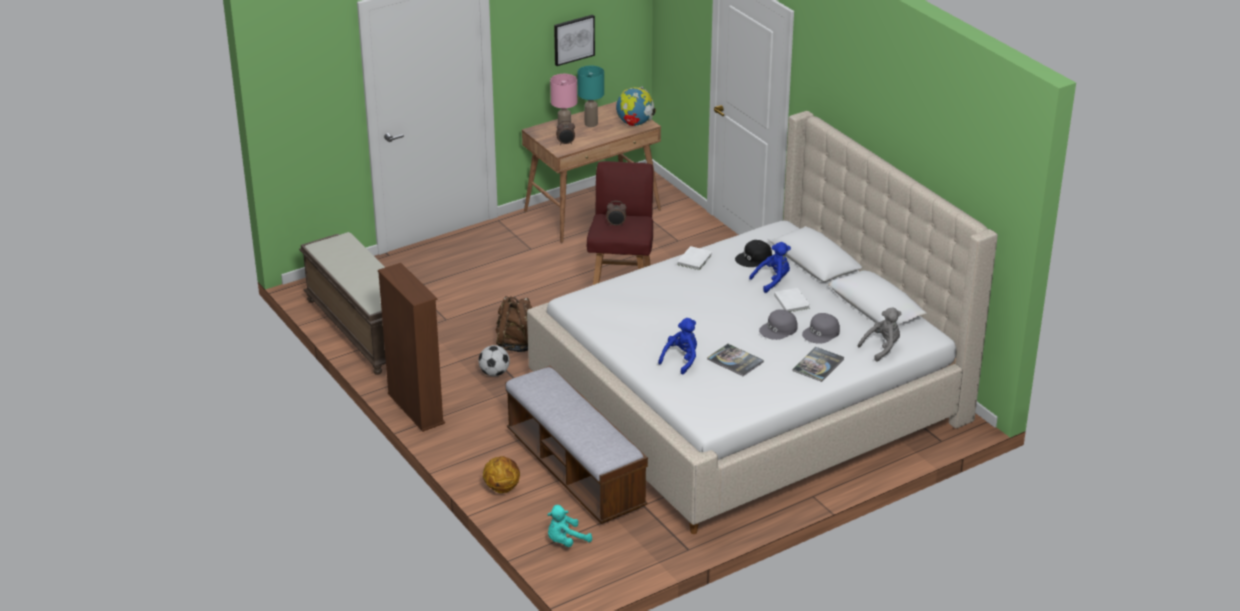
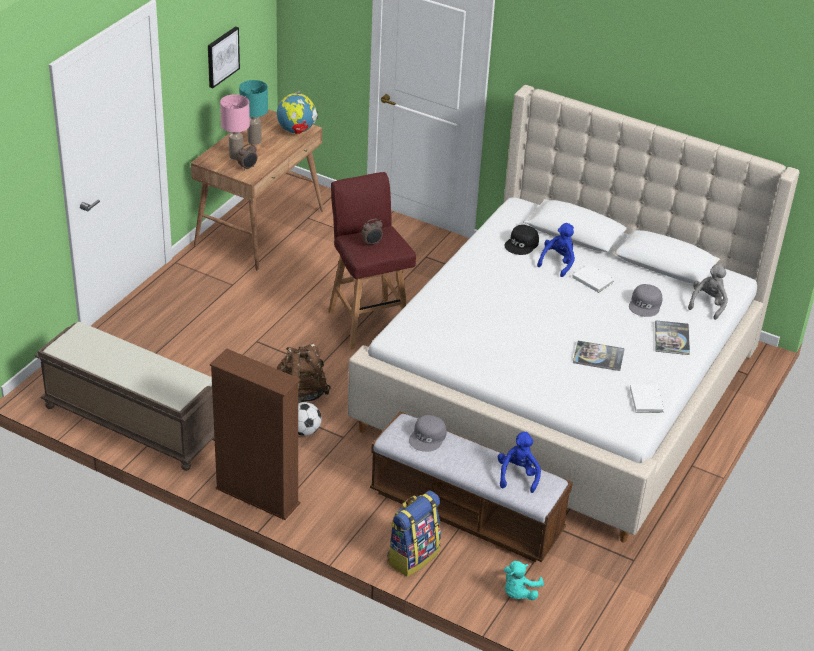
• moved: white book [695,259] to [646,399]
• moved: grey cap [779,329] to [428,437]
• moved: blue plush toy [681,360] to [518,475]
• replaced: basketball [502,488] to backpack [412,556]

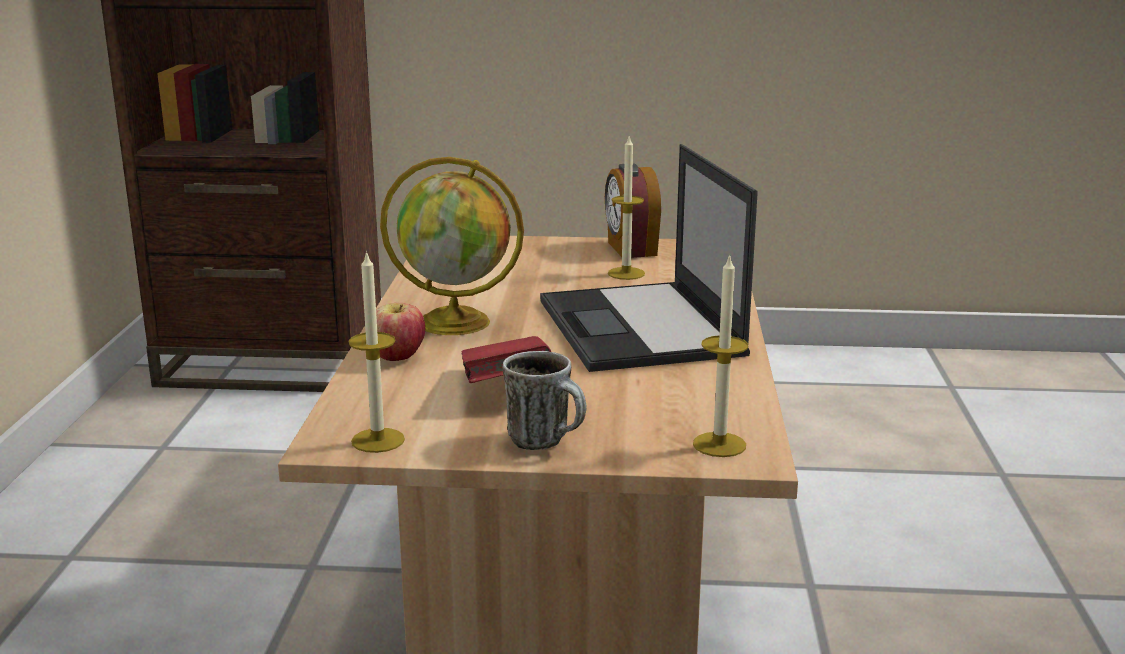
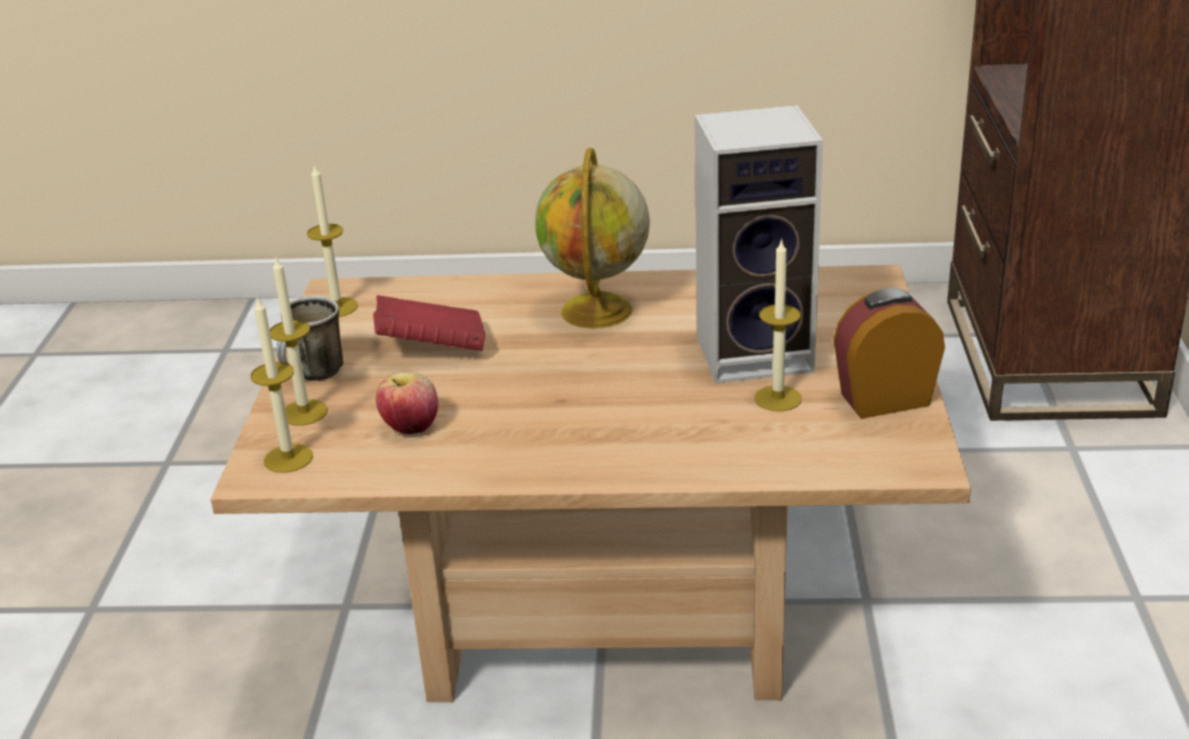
• removed: laptop [641,328]
• moved: apple [397,358] to [411,428]
• added: speaker [758,353]
• added: candle [304,412]

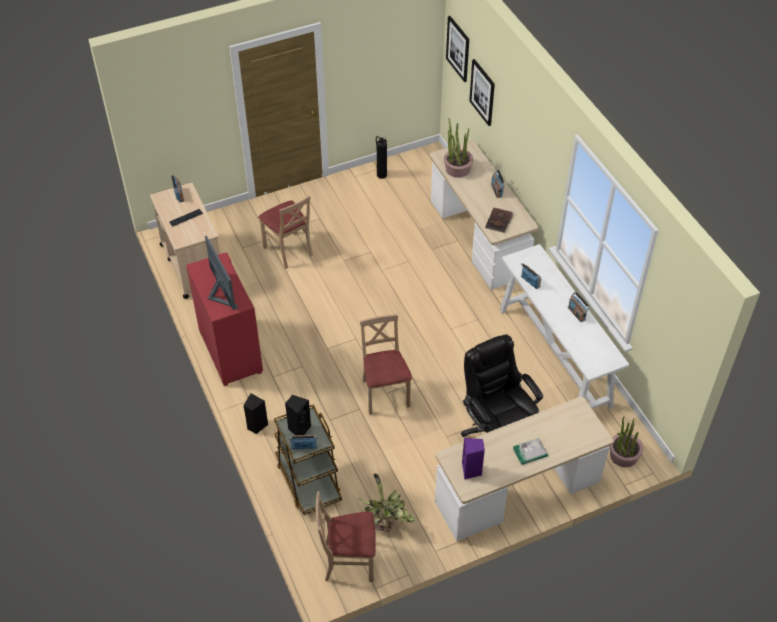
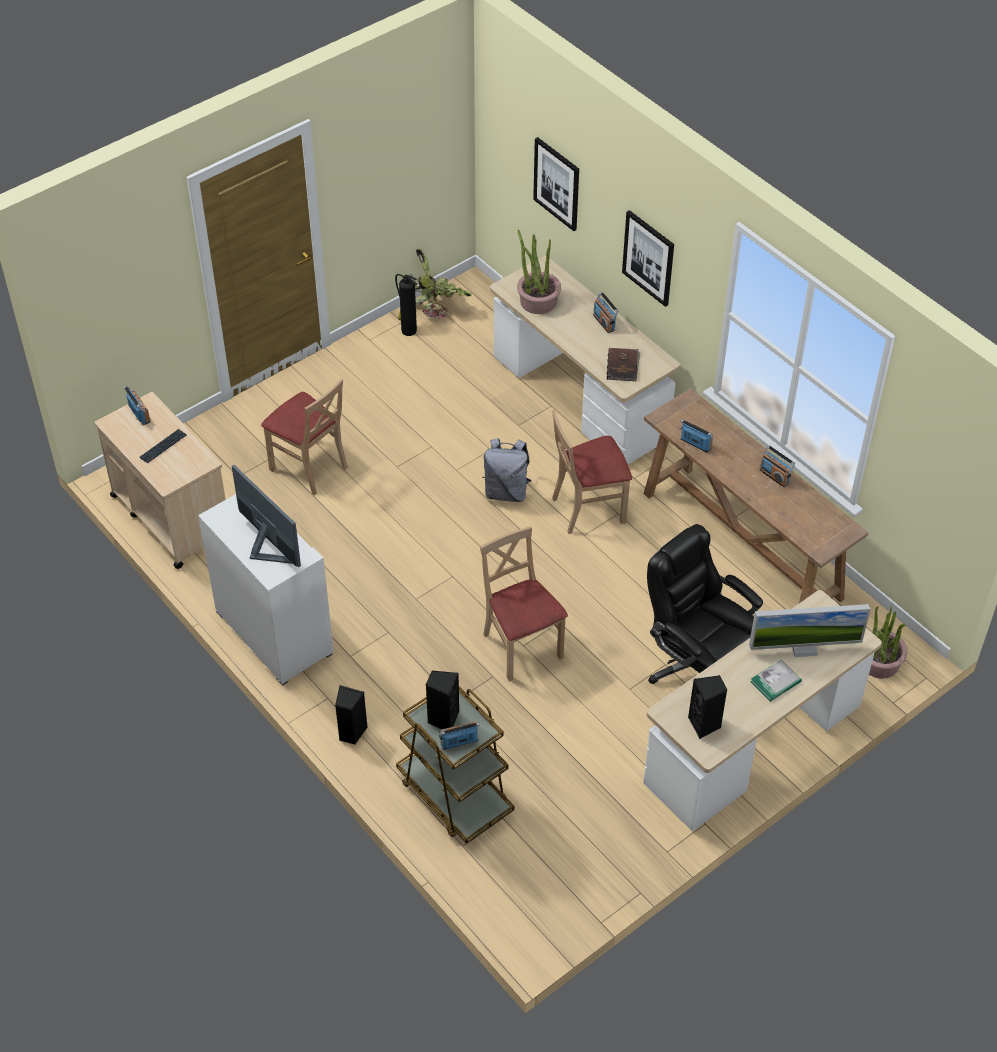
• moved: picture [458,48] to [649,257]
• recoloured: white console table [554,357] to brown console table [742,546]
• recoloured: red cabinet [229,351] to white cabinet [272,632]
• recoloured: purple speaker [471,471] to black speaker [705,725]
• moved: potted plant [387,519] to [438,309]
• moved: beige chair [348,561] to [588,509]
• added: grey backpack [506,492]
• added: monitor [804,648]

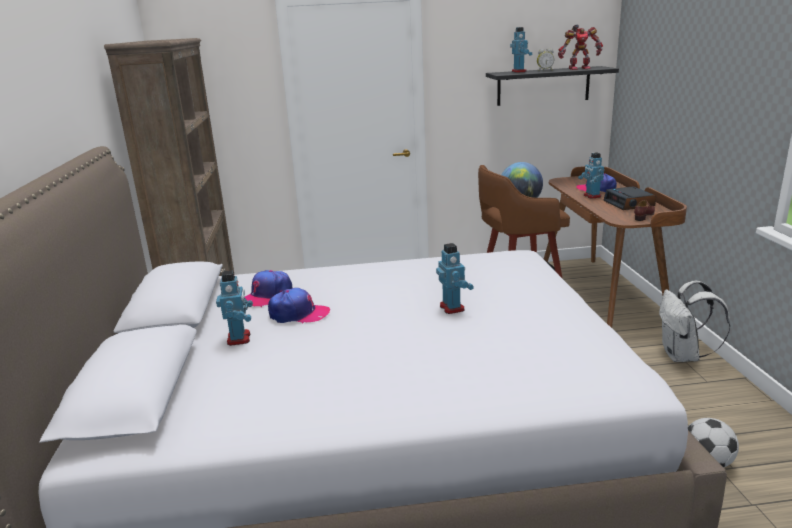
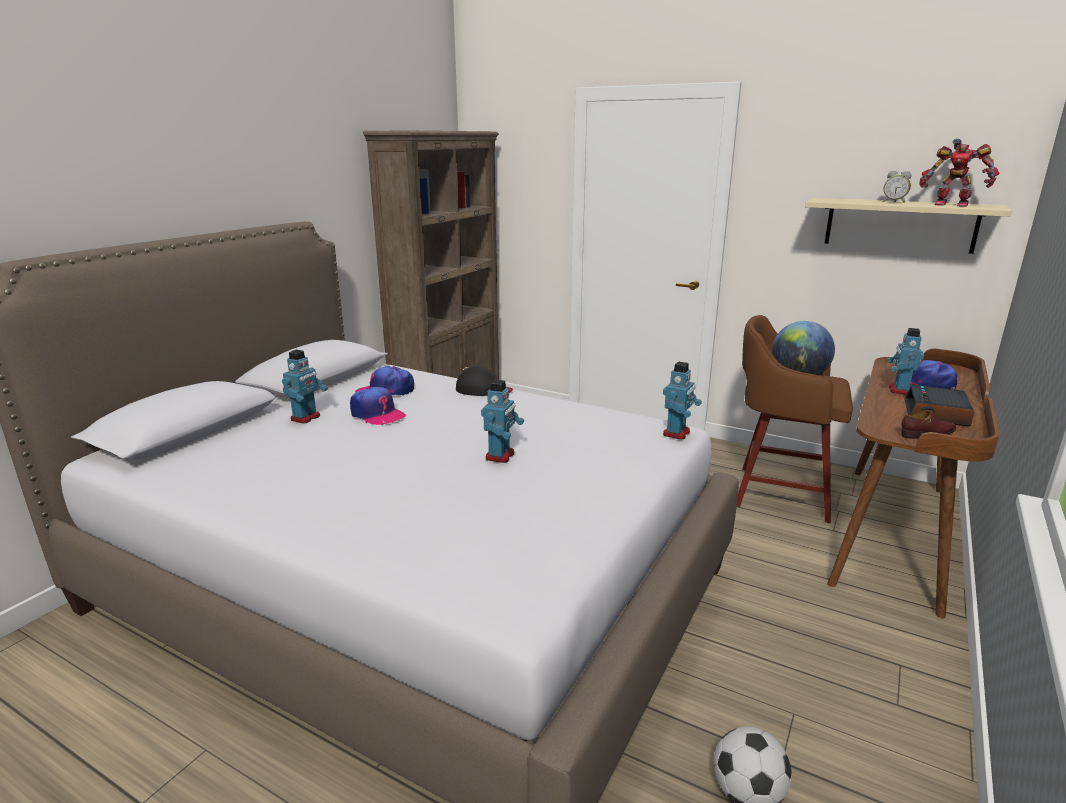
• moved: toy robot [519,71] to [677,433]
• recoloured: black shelf [543,86] to beige shelf [900,224]
• removed: white backpack [682,356]
• added: black cap [483,389]

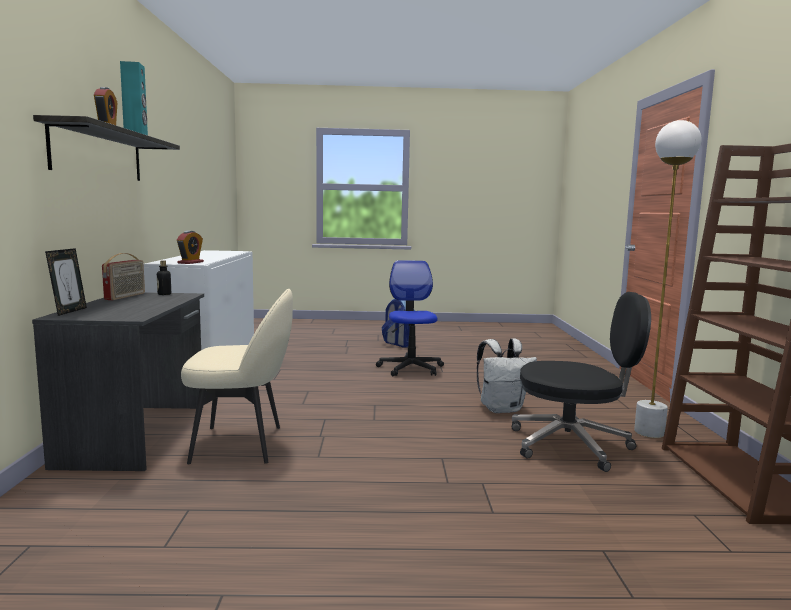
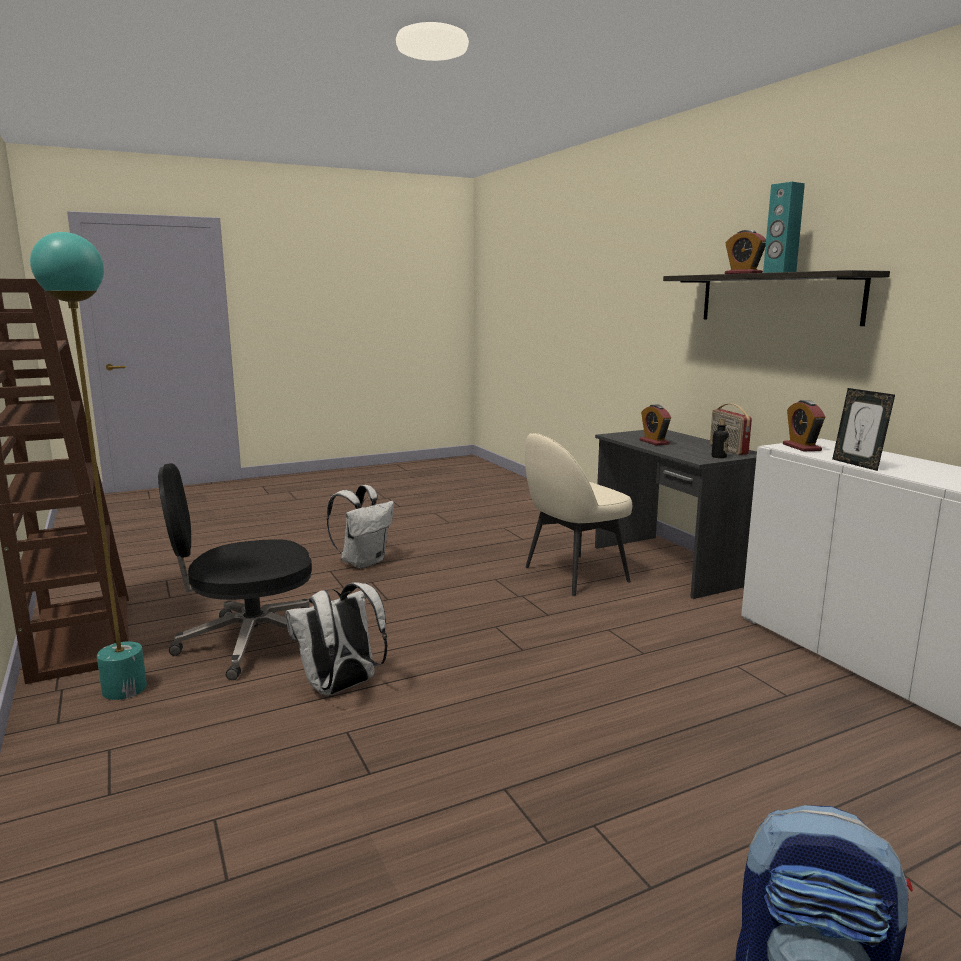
• recoloured: white floor lamp [649,432] to turquoise floor lamp [124,689]
• moved: picture frame [69,311] to [857,464]
• removed: office chair [410,368]
• added: alarm clock [654,442]
• added: white backpack [363,562]

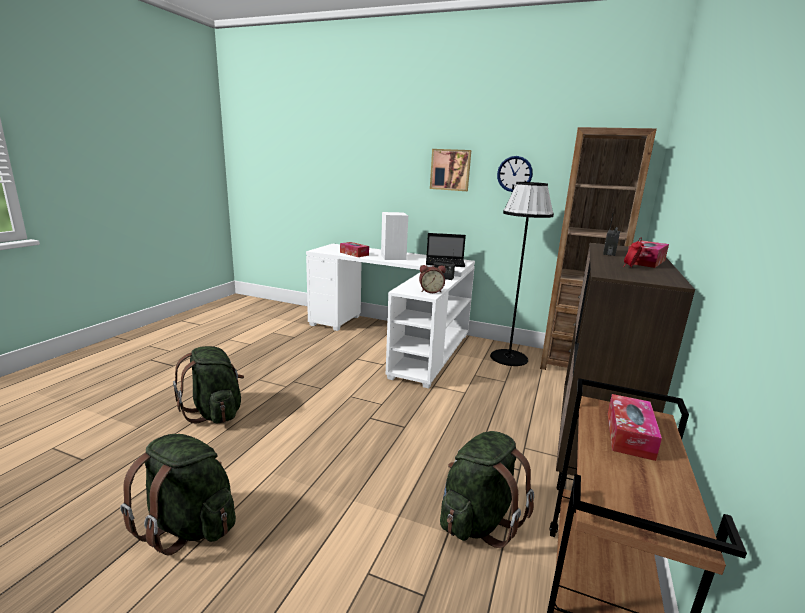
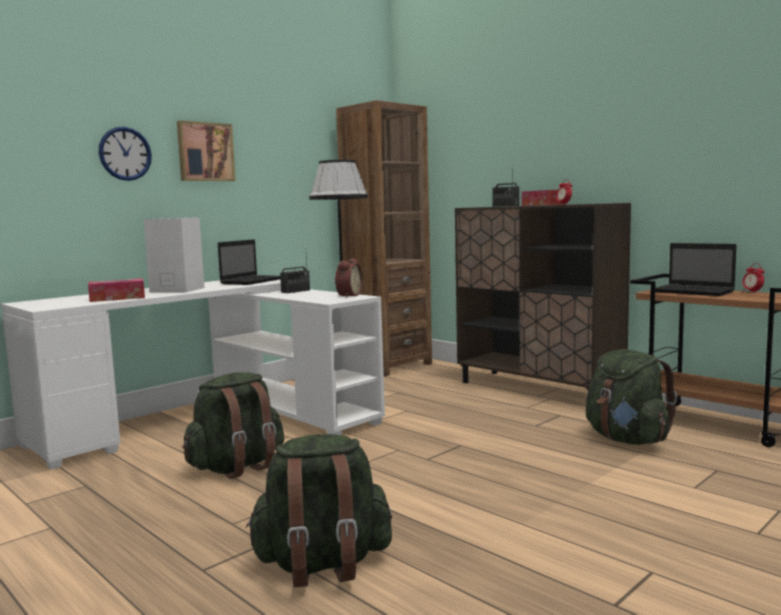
• moved: wall clock [514,174] to [125,153]
• replaced: tissue box [629,435] to laptop [694,292]
• moved: green backpack [189,525] to [237,467]
• added: alarm clock [752,292]

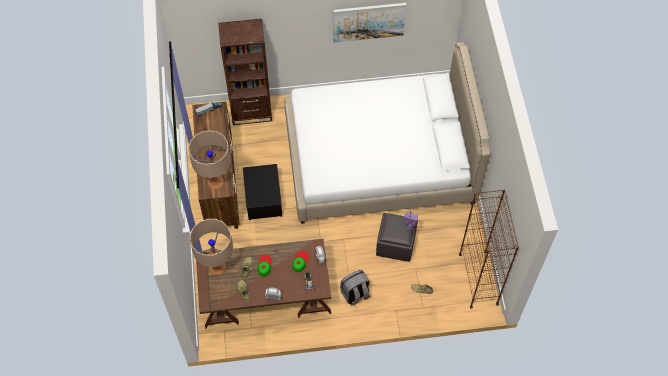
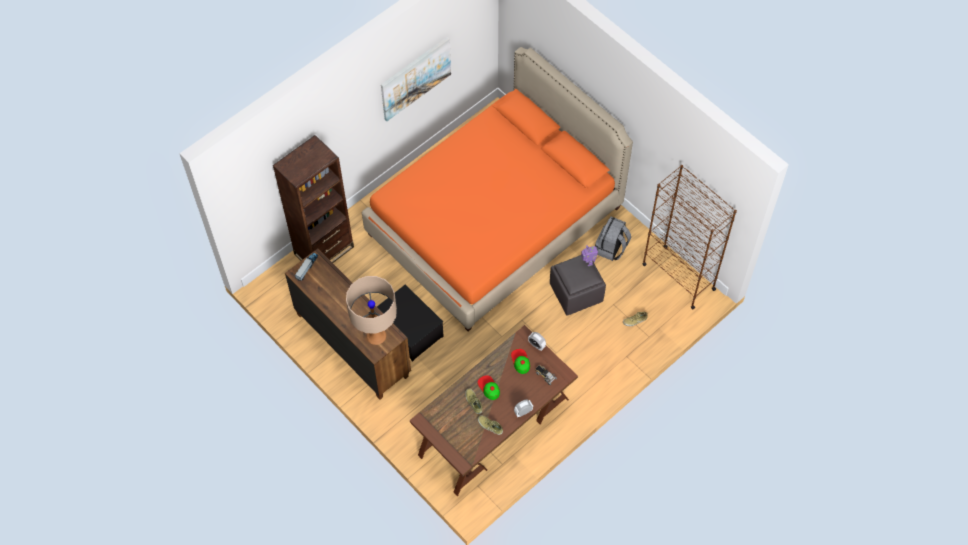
• recoloured: white bed [379,160] to orange bed [494,221]
• removed: beige table lamp [217,267]
• moved: grey backpack [355,294] to [611,248]

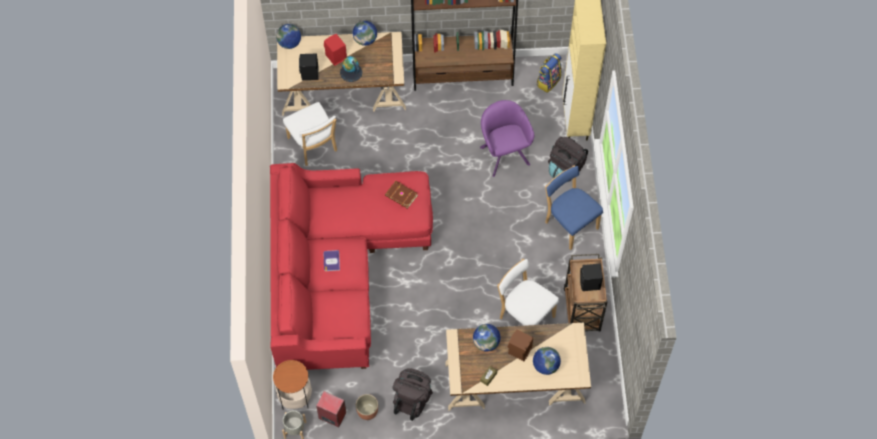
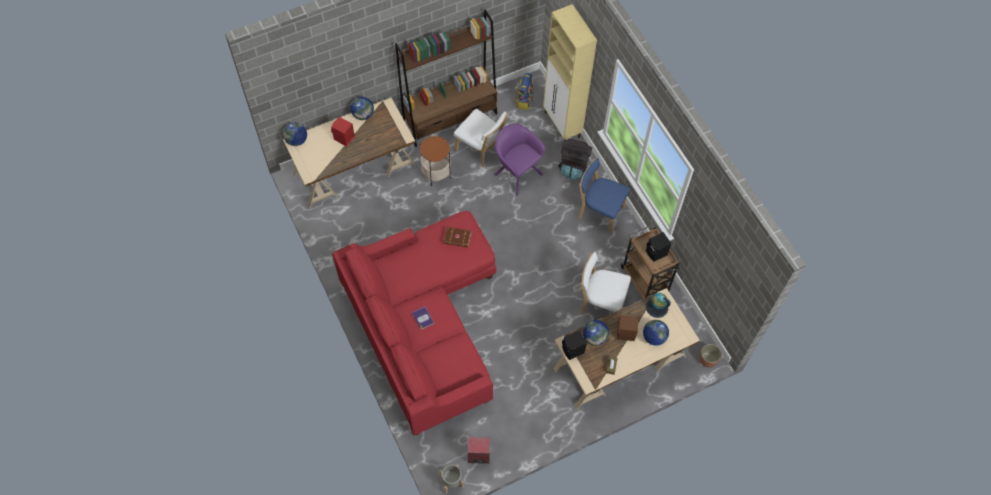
• moved: black speaker [310,74] to [573,351]
• moved: globe [351,72] to [656,307]
• moved: white chair [313,146] to [480,150]
• moved: side table [295,397] to [436,173]
• removed: black backpack [412,399]
• moved: planter [367,411] to [707,360]

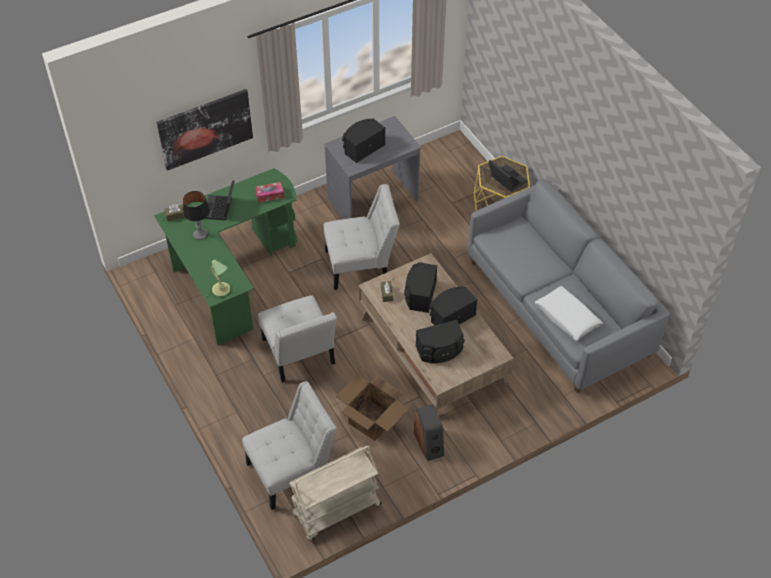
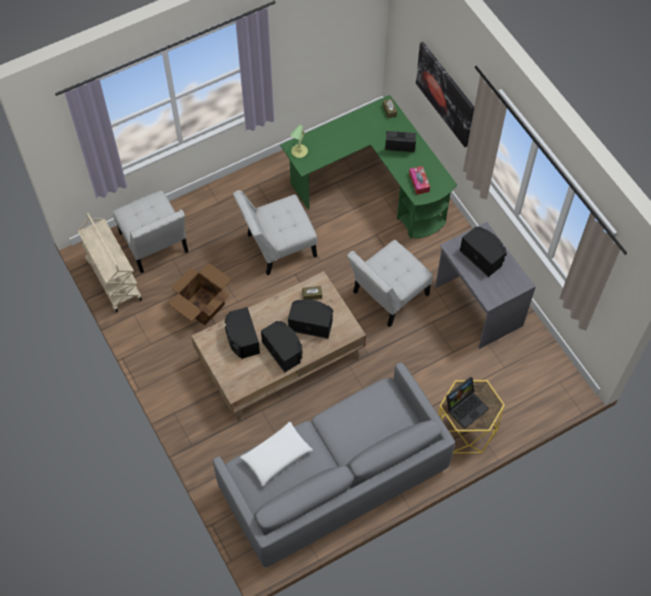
• turned: white chair [361,265] = [387,296] 60 degrees clockwise
• removed: table lamp [200,234]
• removed: speaker [429,444]

